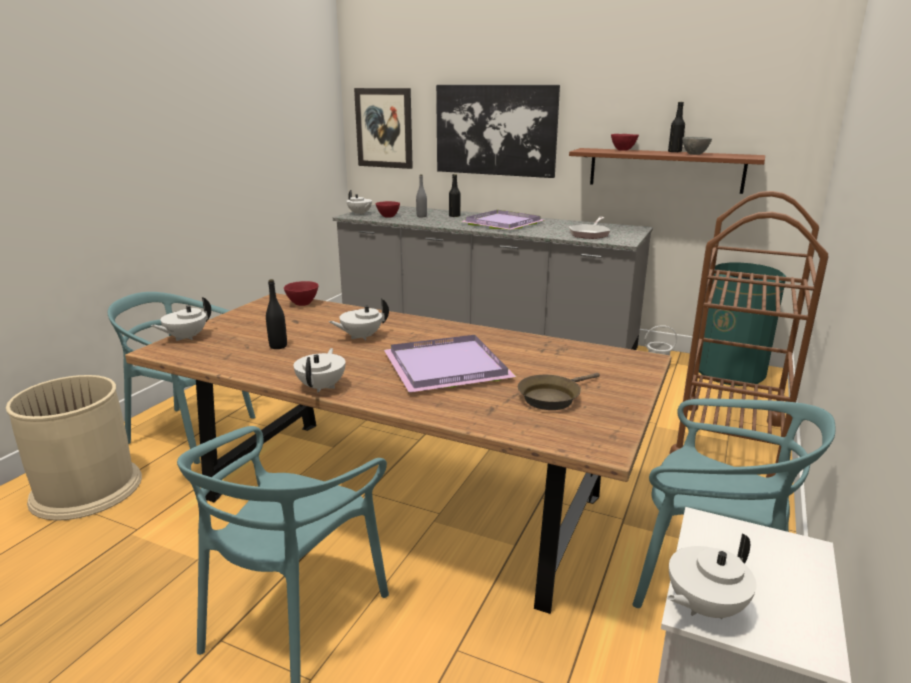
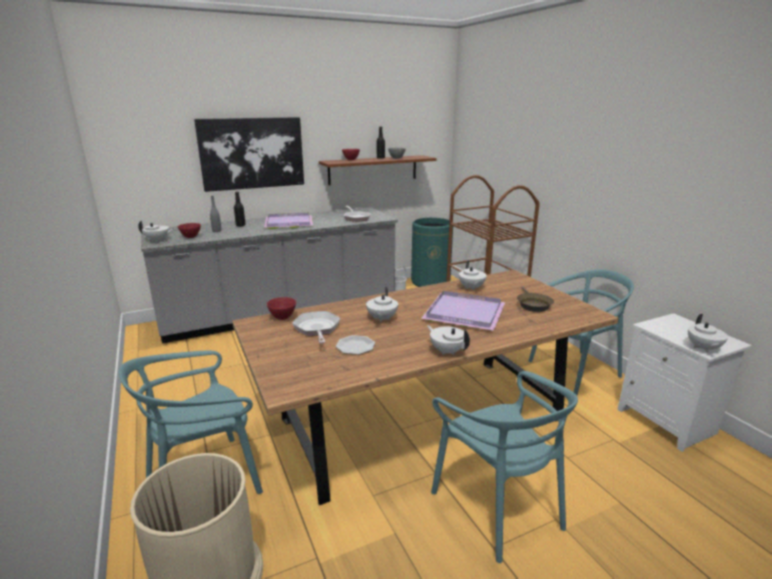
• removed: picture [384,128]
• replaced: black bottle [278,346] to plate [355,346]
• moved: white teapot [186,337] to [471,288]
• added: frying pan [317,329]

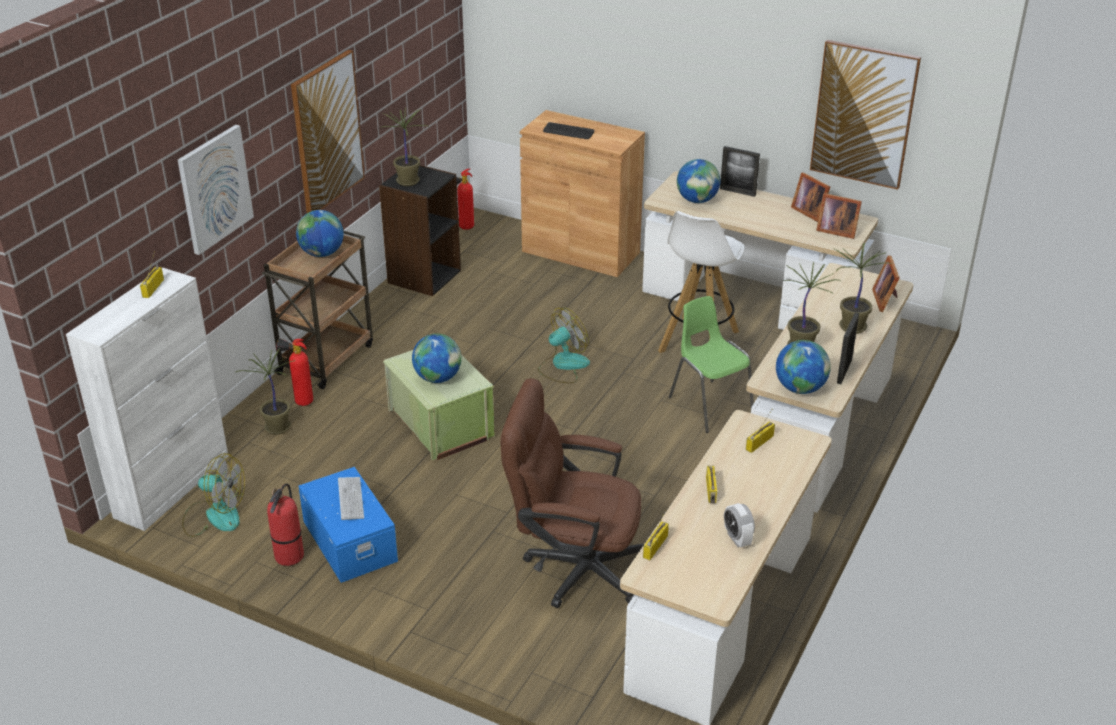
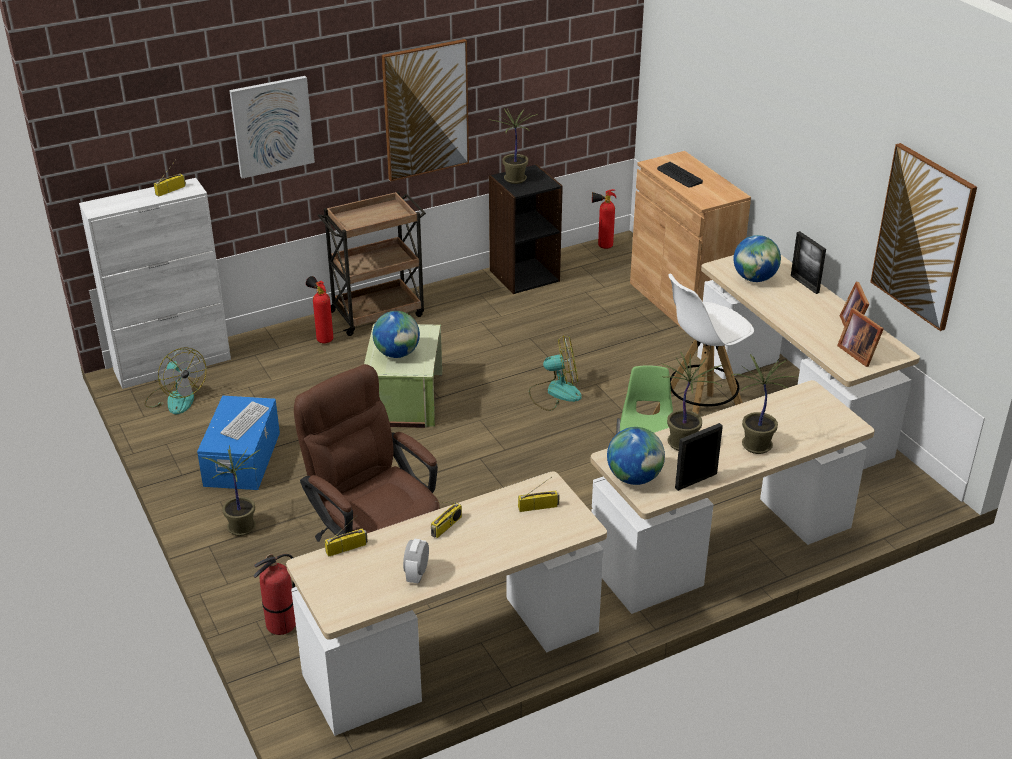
• removed: globe [322,253]
• removed: picture frame [885,300]
• moved: potted plant [276,427] to [241,527]
• moved: fire extinguisher [289,556] to [281,625]

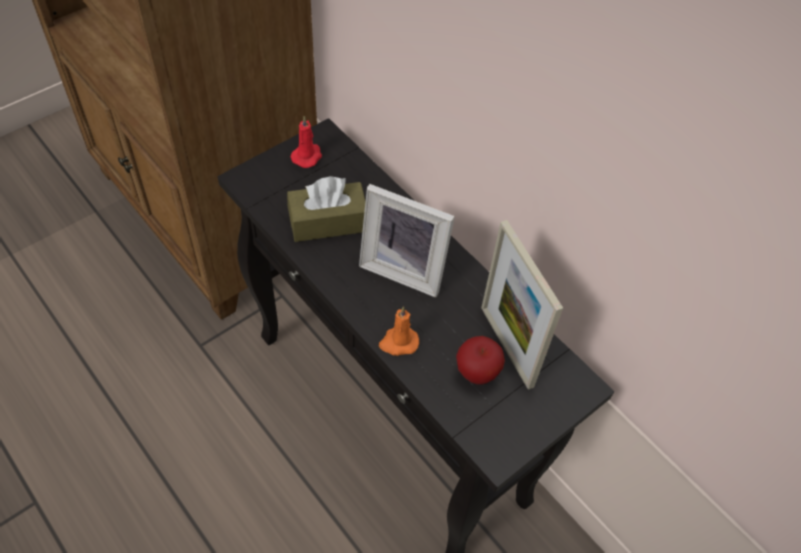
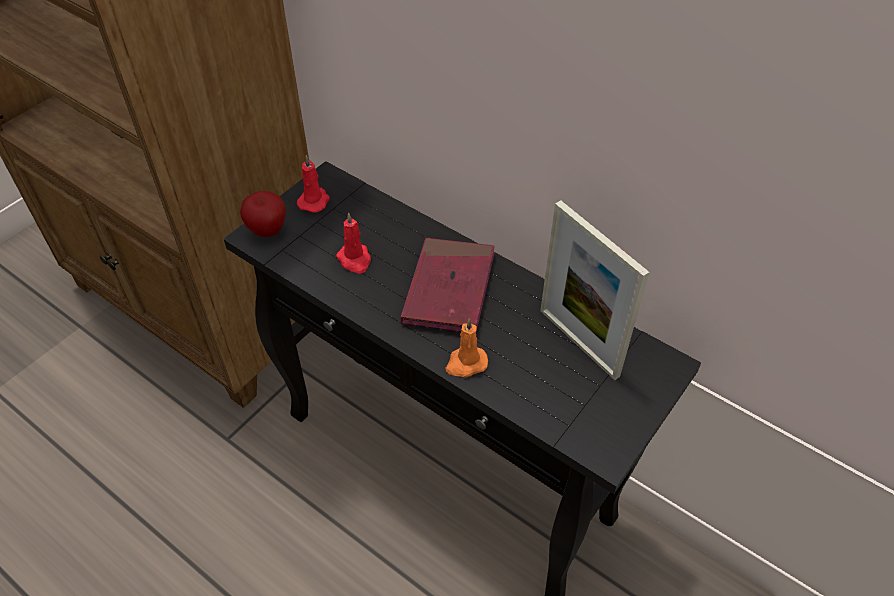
• replaced: brown tissue box [328,222] to red candle [355,260]
• replaced: picture frame [405,268] to red book [449,289]
• moved: apple [476,373] to [268,231]

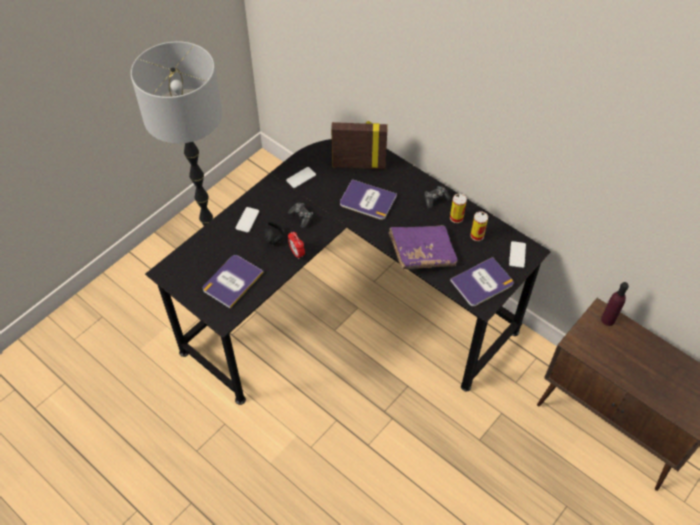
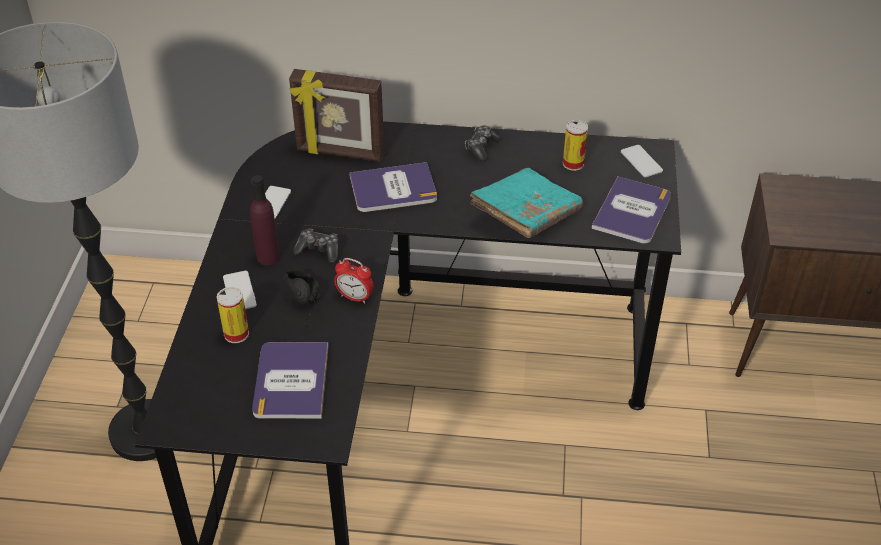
• turned: picture frame [359,164] = [340,153] 135 degrees counterclockwise
• moved: can [456,218] to [236,334]
• recoloured: purple book [422,253] to turquoise book [526,215]
• moved: purple bottle [608,319] to [268,257]

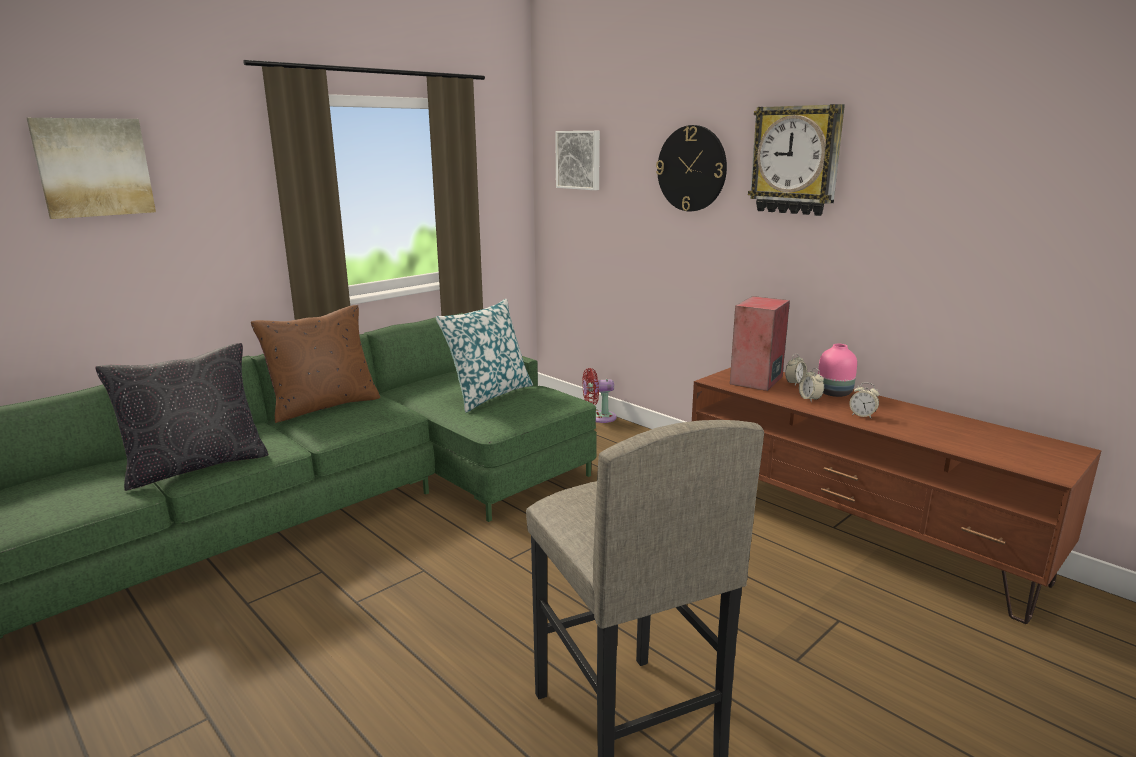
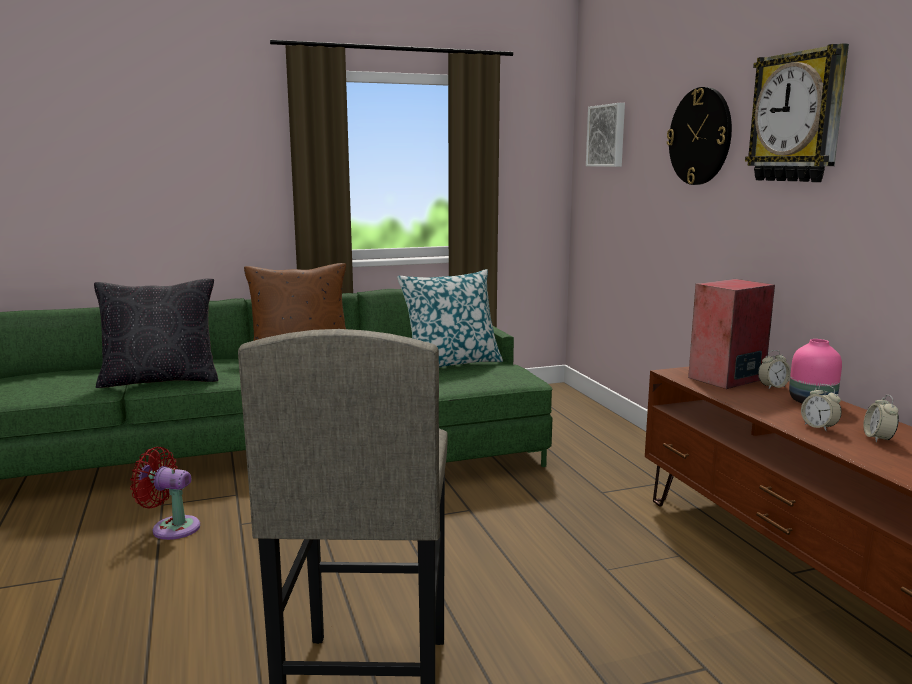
• removed: picture [94,167]
• moved: red fan [599,417] to [171,527]
• moved: alarm clock [810,399] to [878,438]

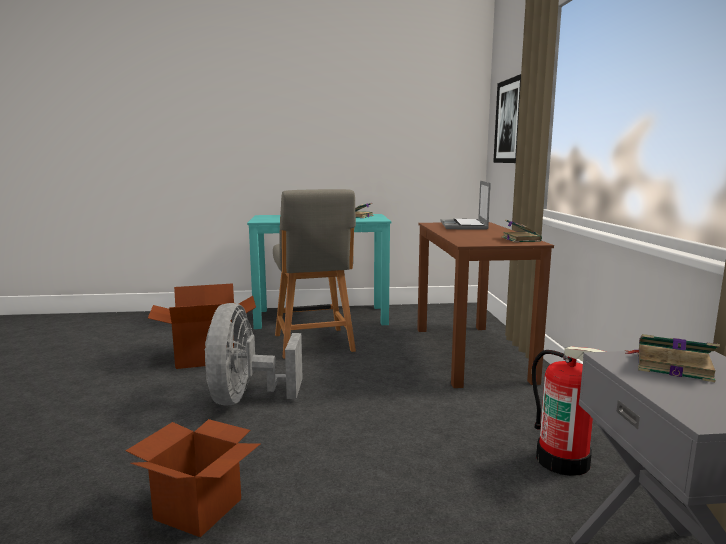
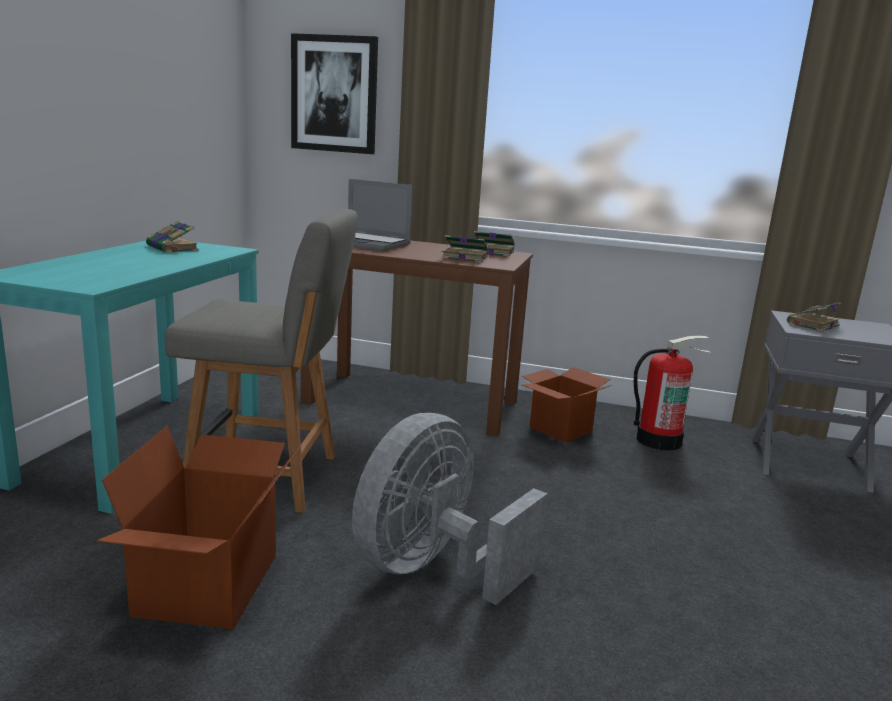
• turned: grey fan [246,398] = [433,569] 105 degrees clockwise
• moved: cardboard box [198,509] to [561,429]
• added: book [464,257]

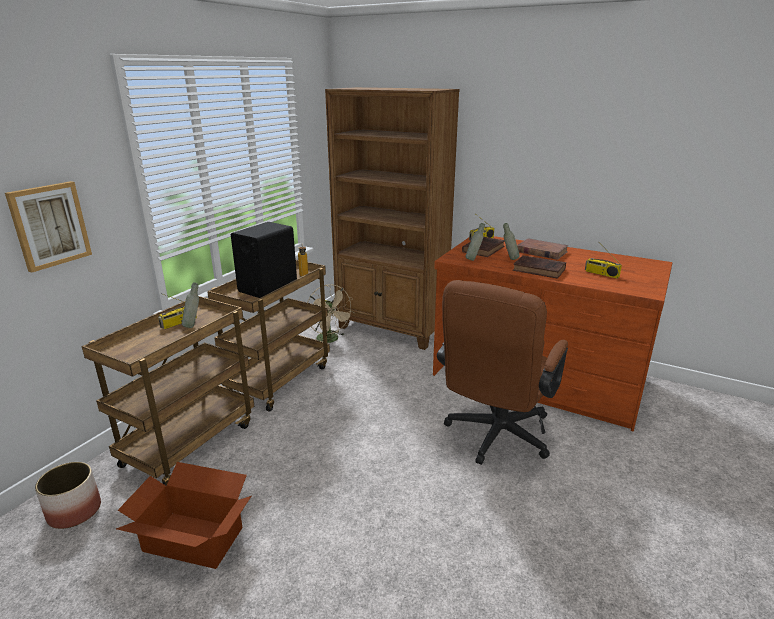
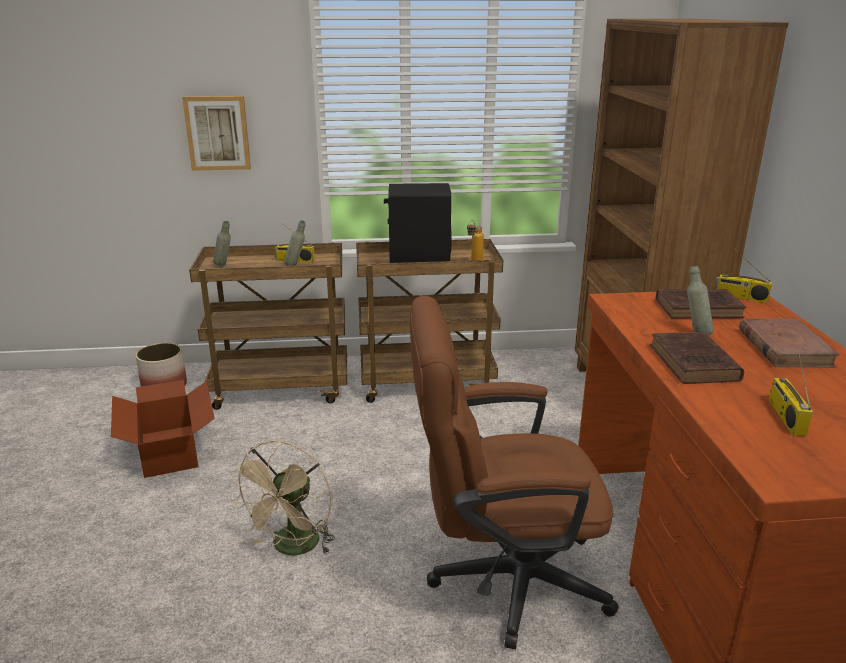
• moved: grey bottle [474,260] to [224,266]
• moved: beige fan [331,340] to [292,548]

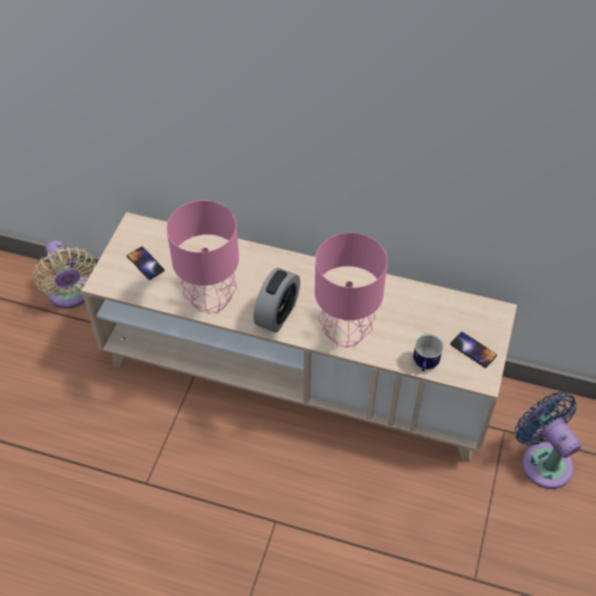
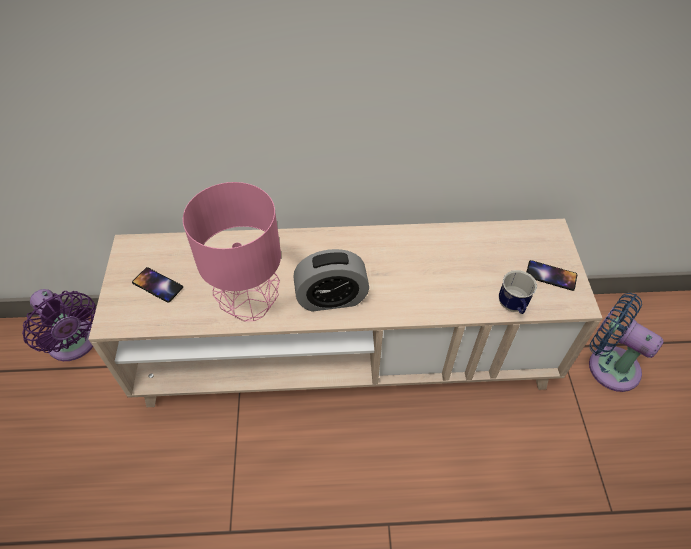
• removed: pink table lamp [345,334]
• recoloured: beige fan [71,295] to purple fan [75,343]
• turned: alarm clock [277,314] = [331,298] 75 degrees clockwise

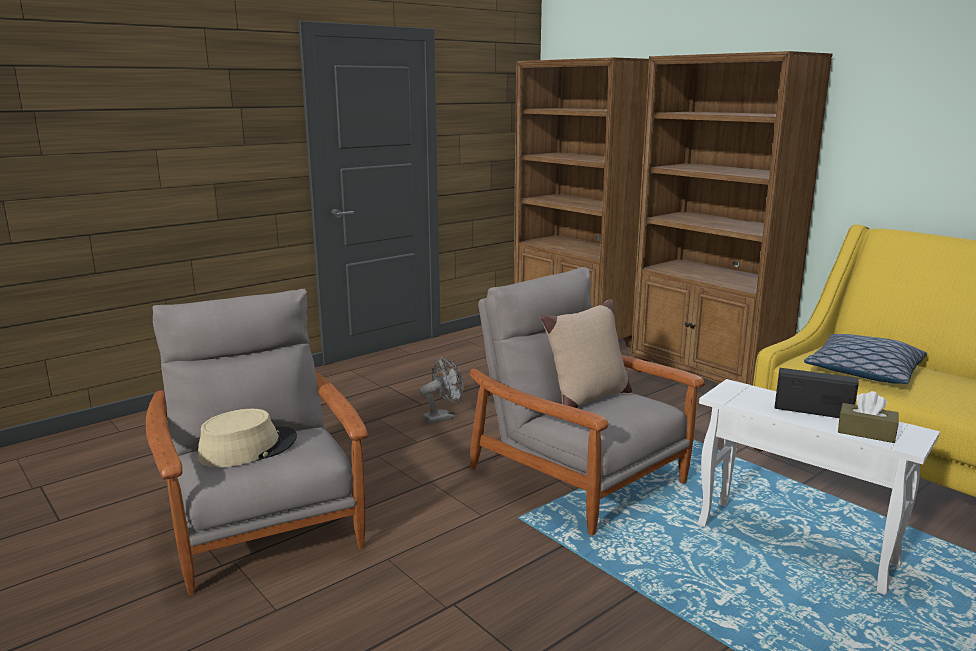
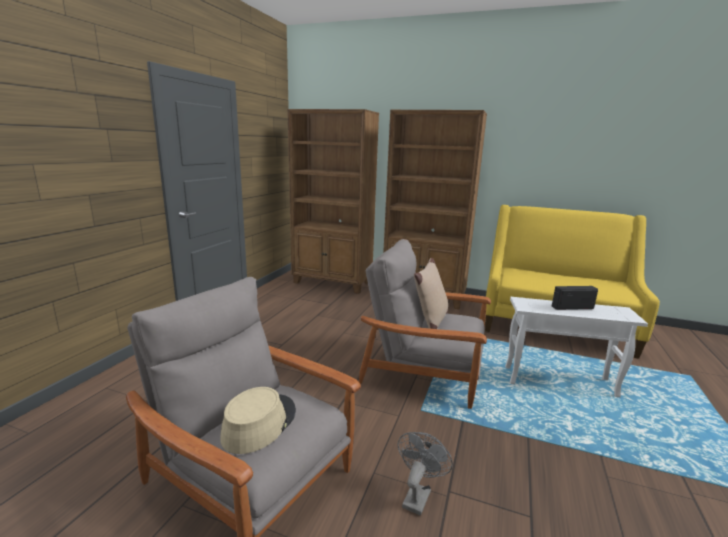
• removed: pillow [863,372]
• moved: grey fan [443,417] to [418,494]
• removed: brown tissue box [866,432]

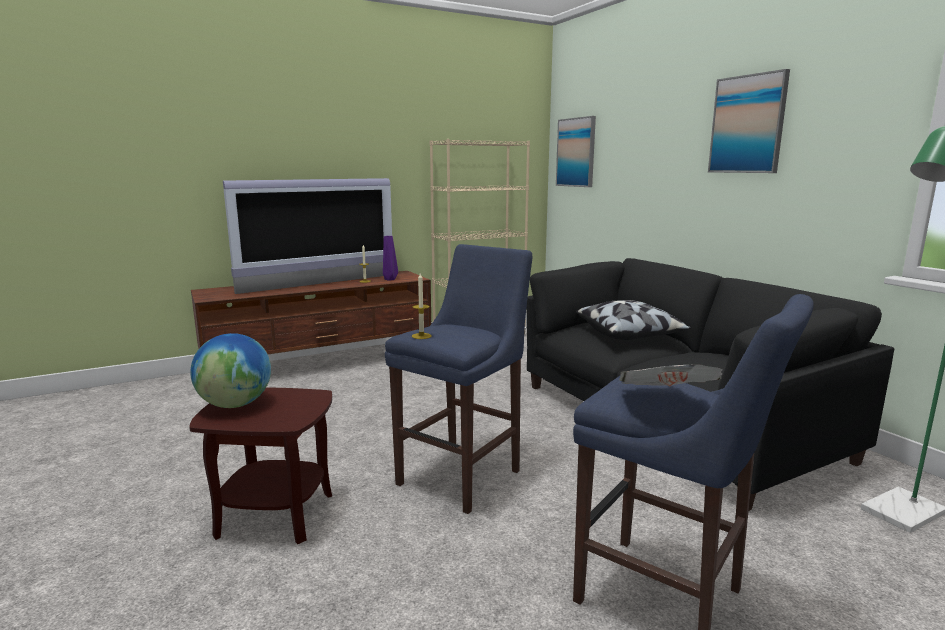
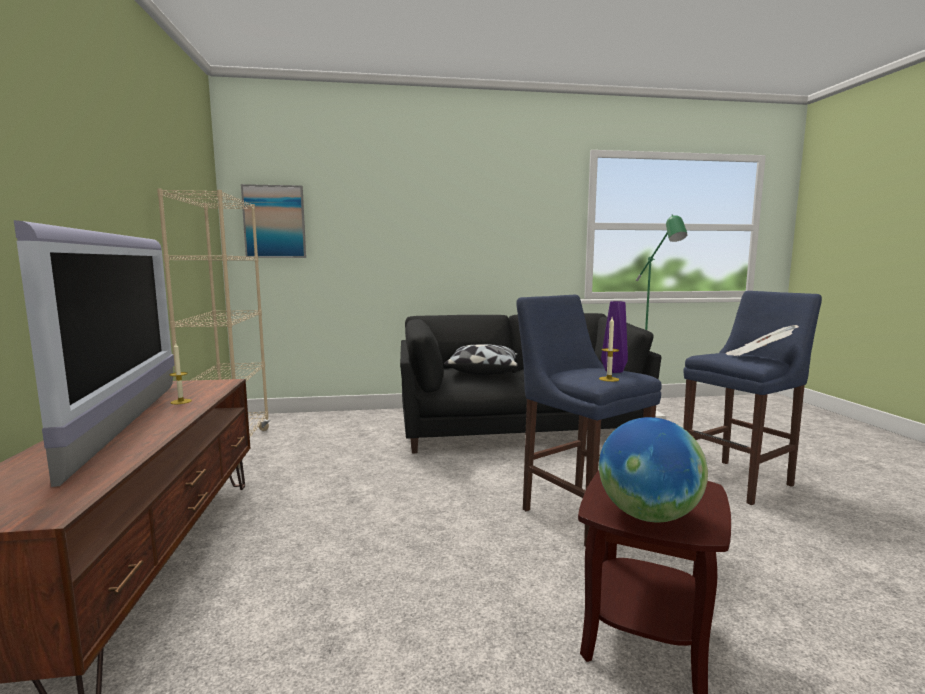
• removed: picture [747,124]
• moved: purple vase [390,279] to [615,371]

